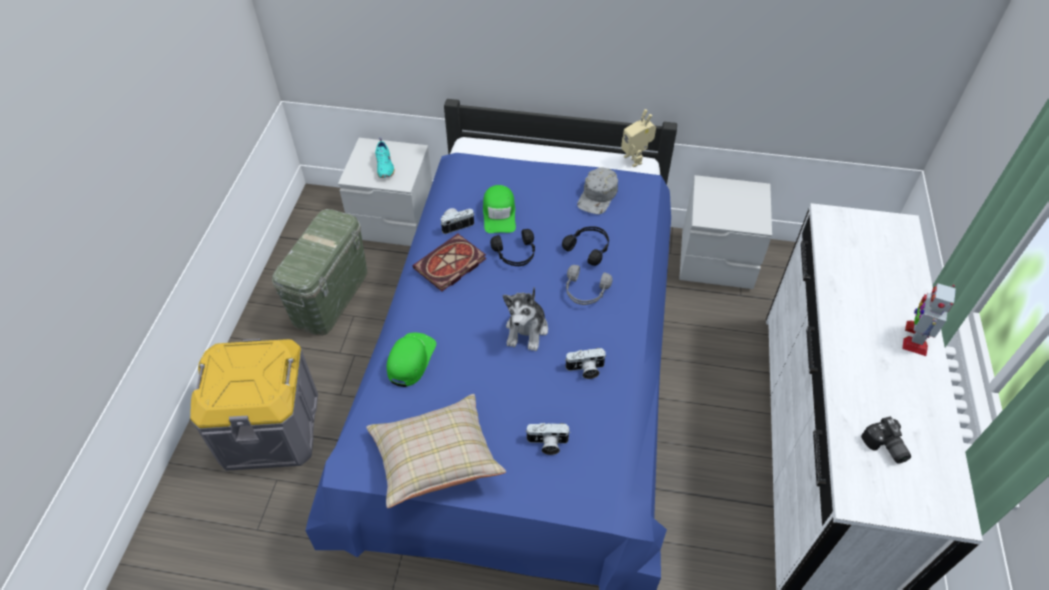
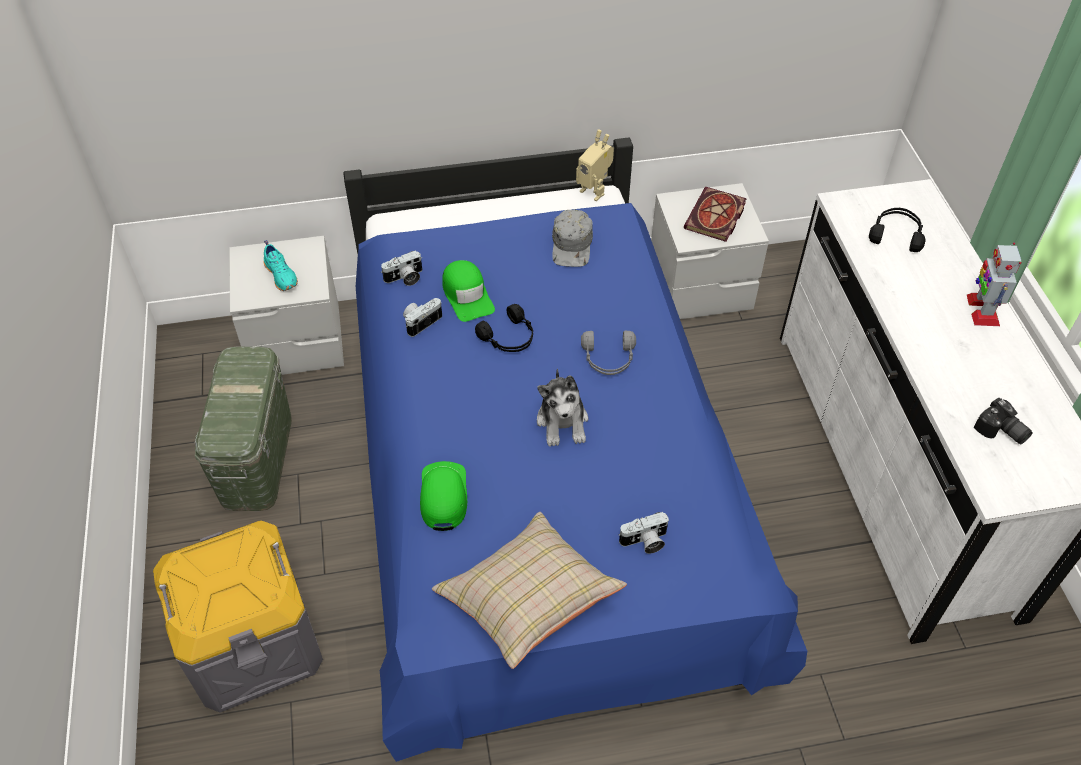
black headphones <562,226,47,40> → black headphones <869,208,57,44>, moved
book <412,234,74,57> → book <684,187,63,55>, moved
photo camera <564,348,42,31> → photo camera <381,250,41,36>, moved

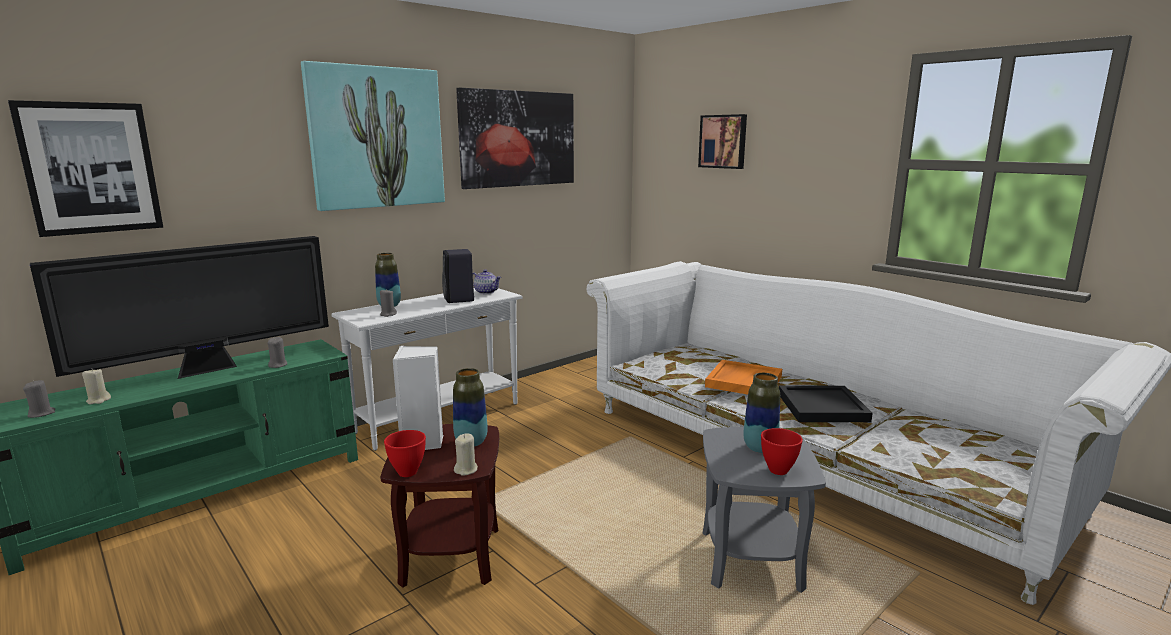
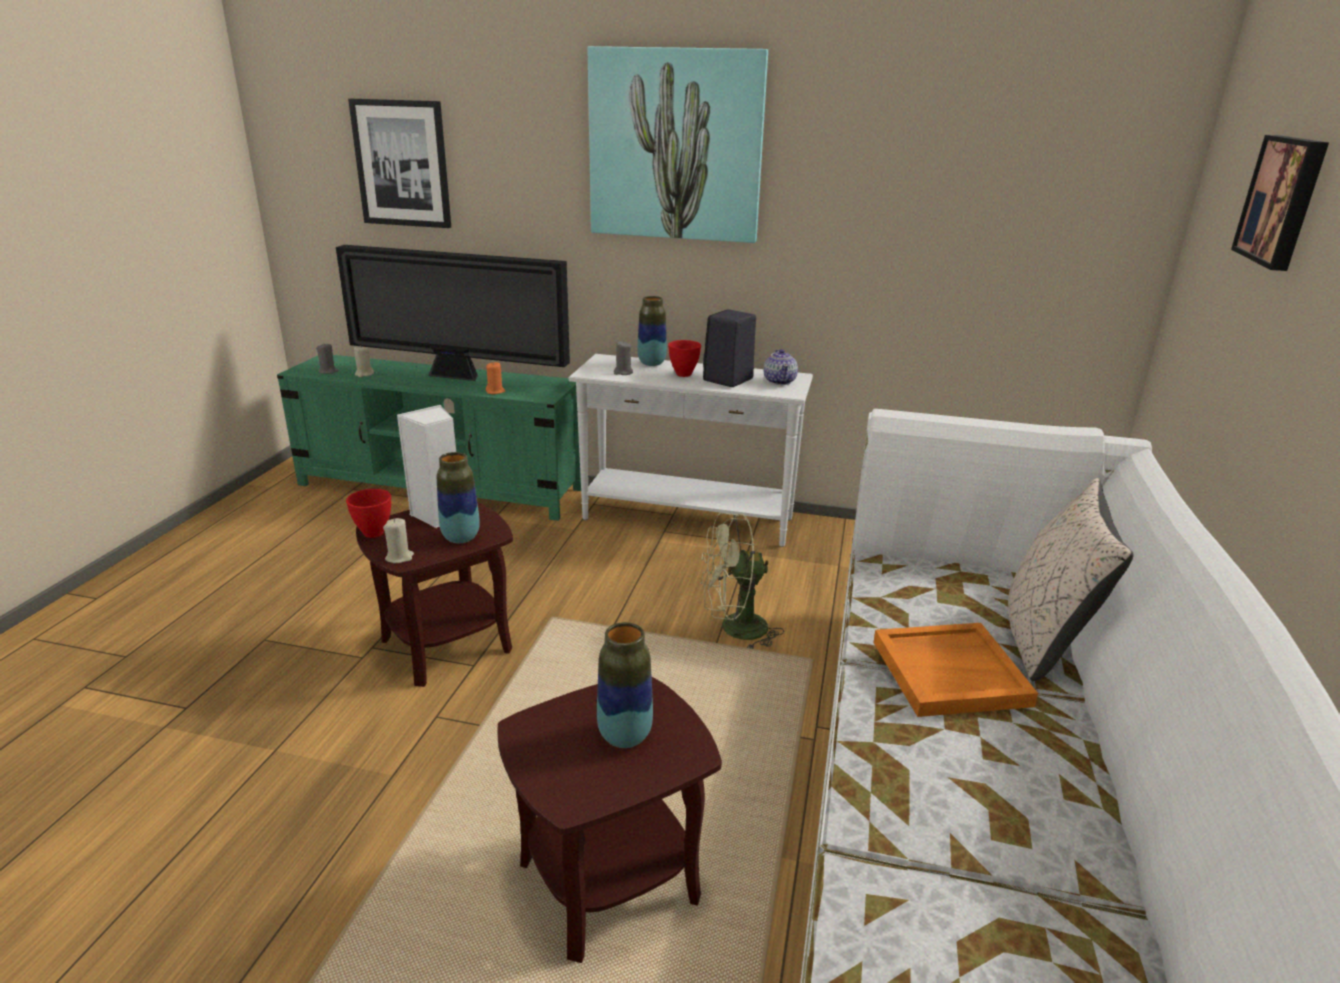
picture <456,88,118,101> → -
grey candle <267,337,20,31> → orange candle <486,362,19,32>
black tray <779,385,94,37> → -
grey side table <702,427,124,166> → brown side table <498,677,224,286>
red bowl <761,428,42,47> → red bowl <668,340,33,37>, moved
- → beige pillow <1008,478,126,203>
- → green fan <700,513,84,137>

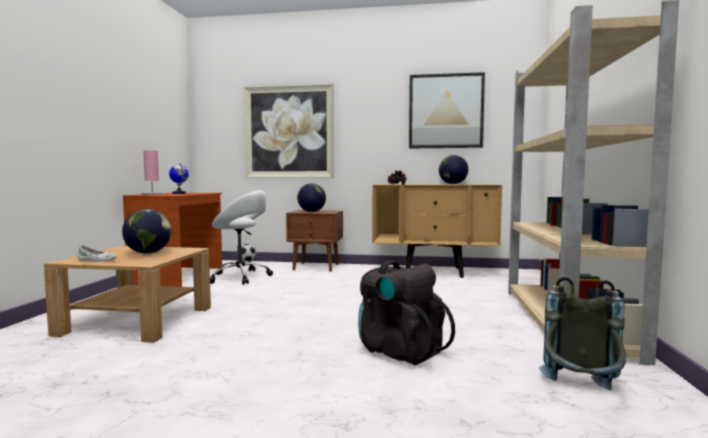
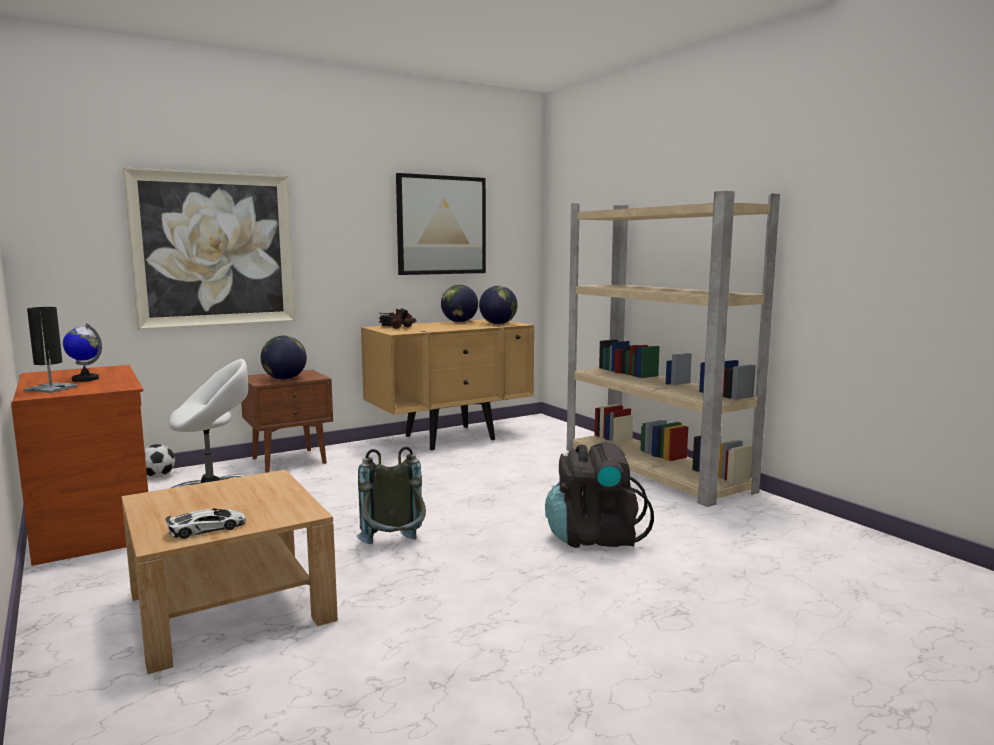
pink table lamp <141,150,23,45> → black table lamp <24,307,54,86>
globe <122,209,49,45> → globe <479,286,39,38>, moved
white shoe <78,245,38,17> → toy car <166,508,80,31>
grey backpack <539,277,88,113> → grey backpack <357,447,69,97>, moved

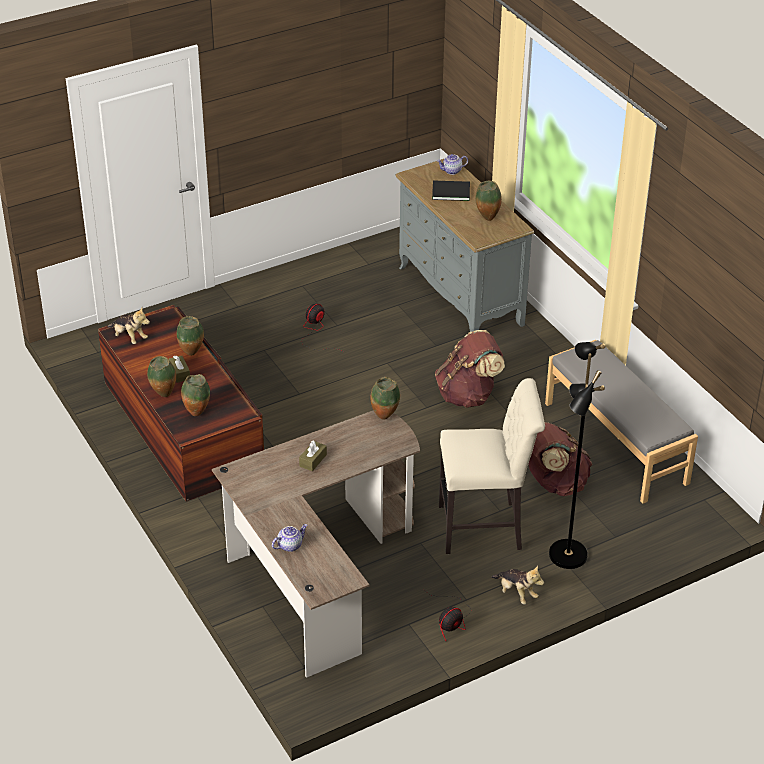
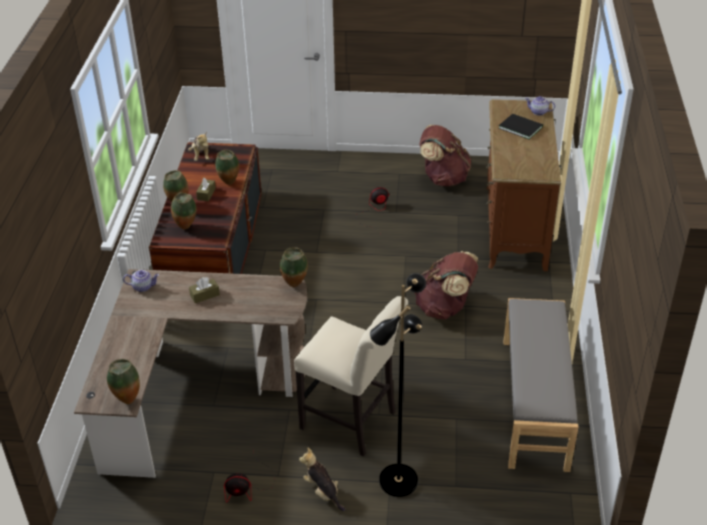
grey dresser <395,159,139,173> → brown dresser <486,99,75,172>
vase <475,181,27,40> → vase <107,359,33,45>, moved
brown backpack <528,422,65,74> → brown backpack <419,125,52,61>, moved
teapot <272,524,36,28> → teapot <123,270,36,22>, moved
plush toy <491,566,53,38> → plush toy <299,447,46,64>, 150 degrees clockwise

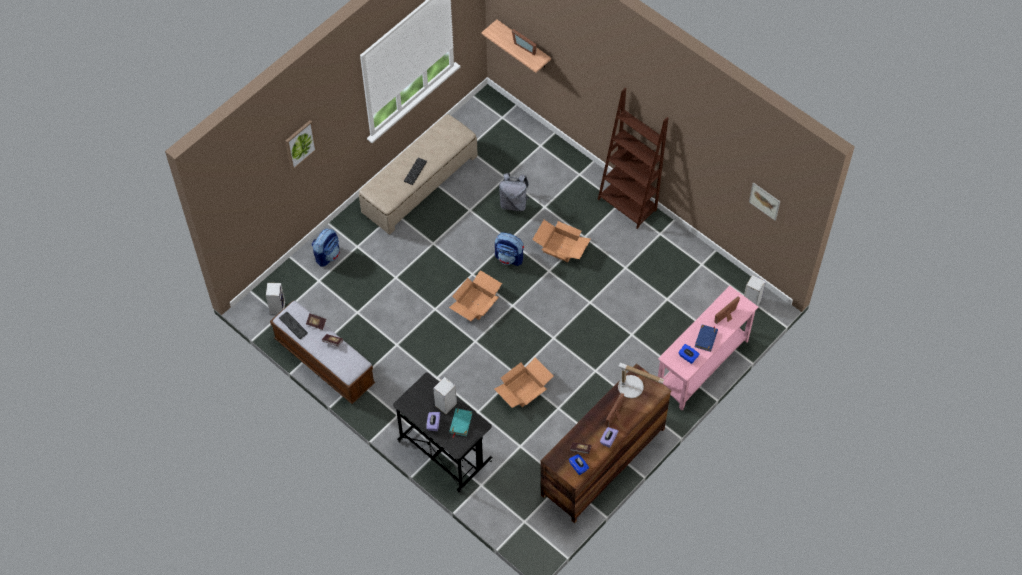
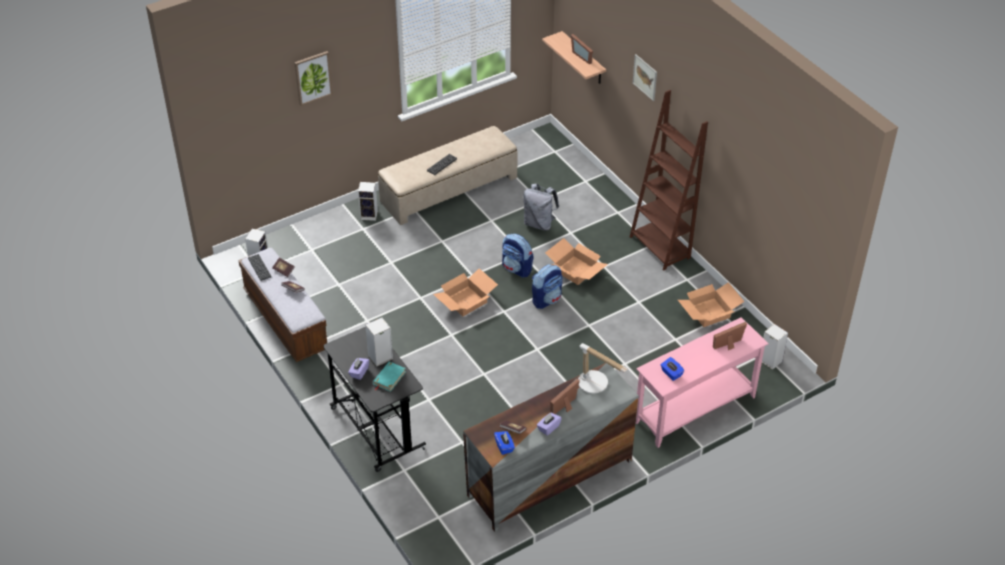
picture <749,183,31,38> → picture <633,54,24,47>, moved
backpack <312,229,28,38> → backpack <532,264,31,45>, moved
blue book <695,324,23,28> → -
cardboard box <494,357,59,51> → cardboard box <678,282,67,45>, moved
brown cabinet <540,363,131,160> → grey cabinet <463,363,176,169>
- → speaker <358,182,20,39>

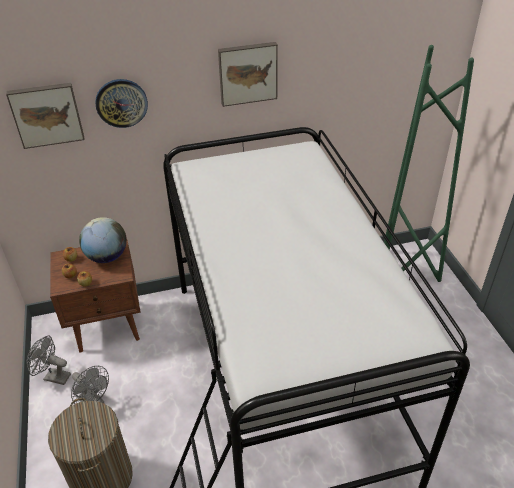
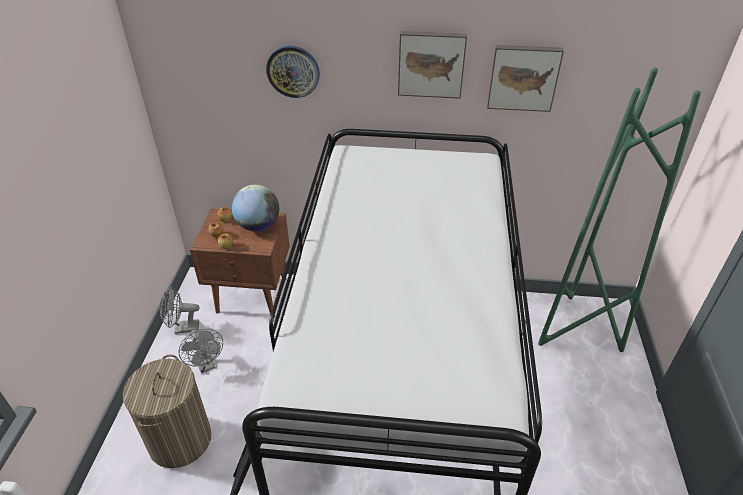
picture <6,83,79,66> → picture <487,45,77,67>, moved
grey fan <26,336,45,49> → grey fan <160,287,40,47>, 45 degrees counterclockwise

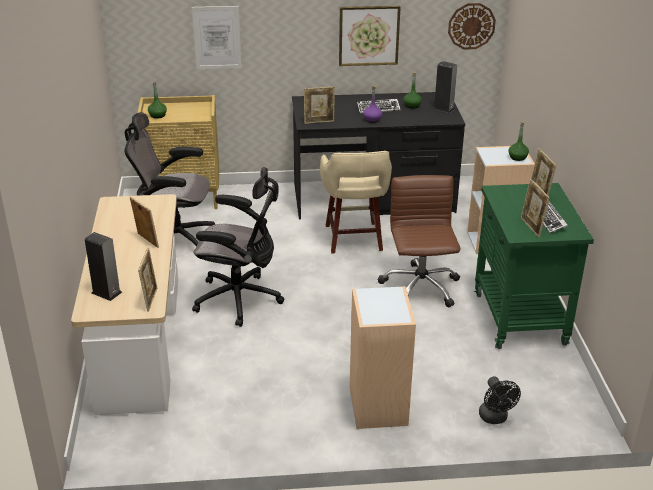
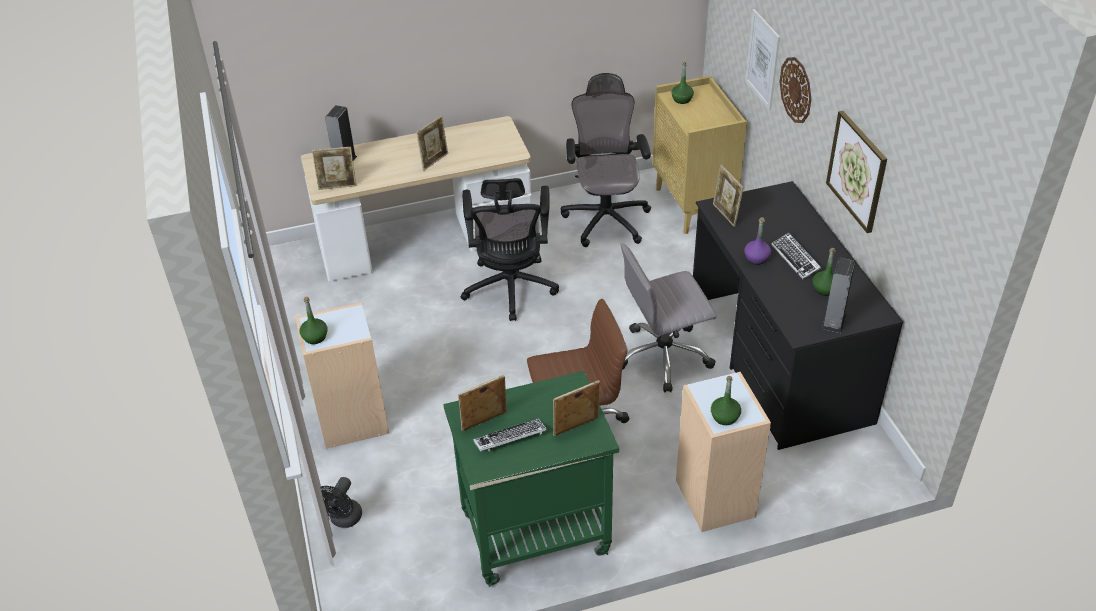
wall clock <448,3,48,47> → wall clock <779,57,32,66>, moved
beige stool <320,151,72,102> → grey office chair <620,243,97,149>
black fan <479,376,42,48> → black fan <320,477,42,51>, 45 degrees counterclockwise
- → green bottle <299,297,29,47>

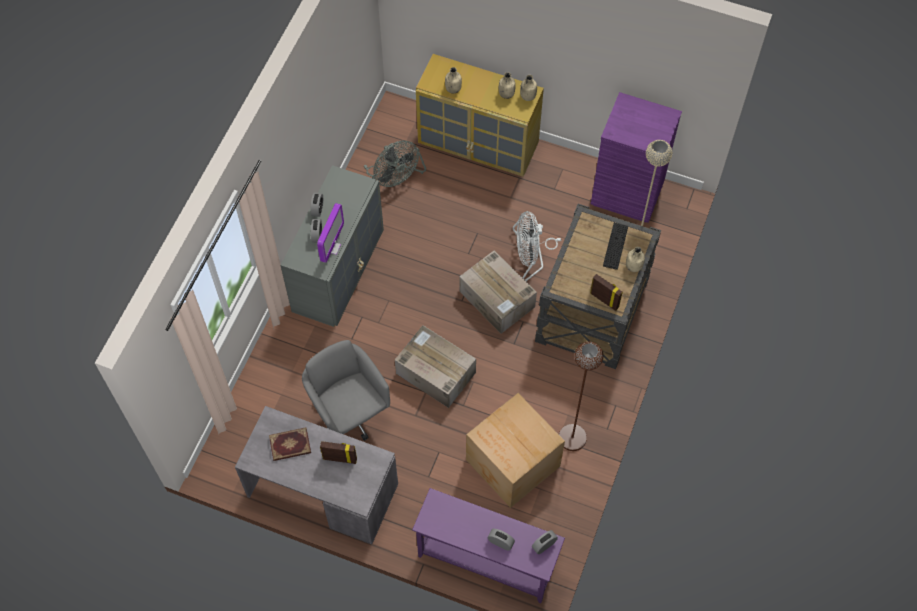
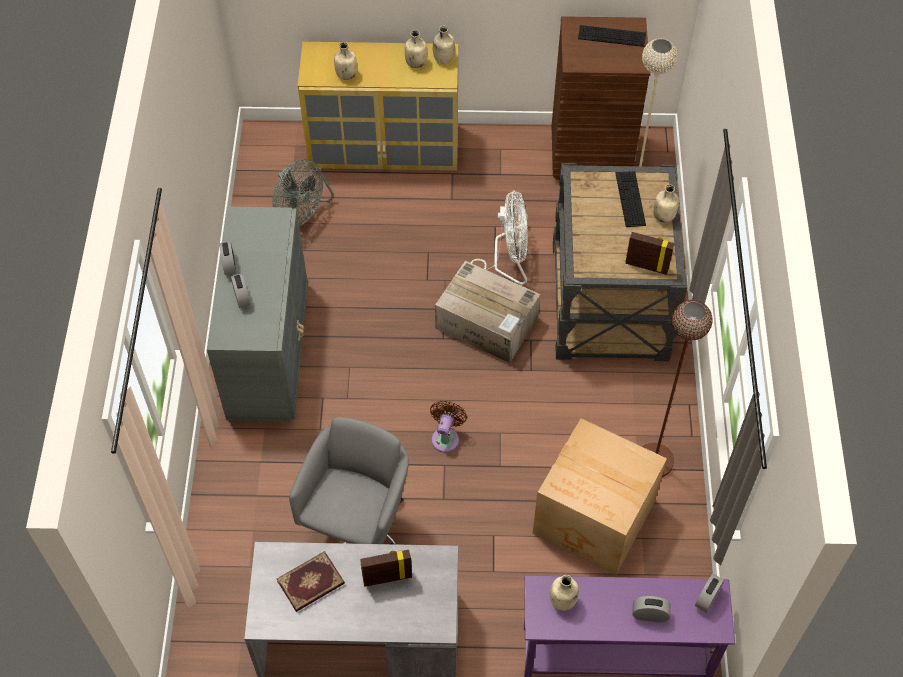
purple dresser <591,92,91,131> → brown dresser <552,16,98,164>
monitor <317,203,27,60> → -
white fan <513,211,49,71> → white fan <471,190,57,96>, 150 degrees counterclockwise
cardboard box <395,325,81,83> → brown fan <430,401,37,52>
grey office chair <302,340,88,101> → grey office chair <289,417,120,128>, 75 degrees clockwise
- → keyboard <578,25,68,22>
- → beige bottle <550,575,29,36>

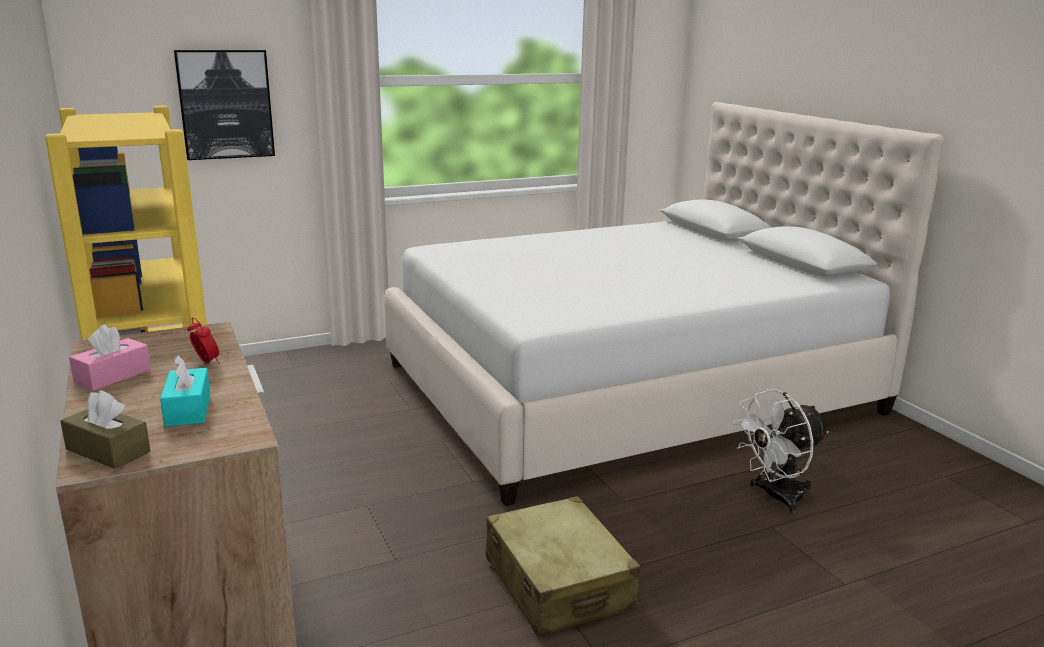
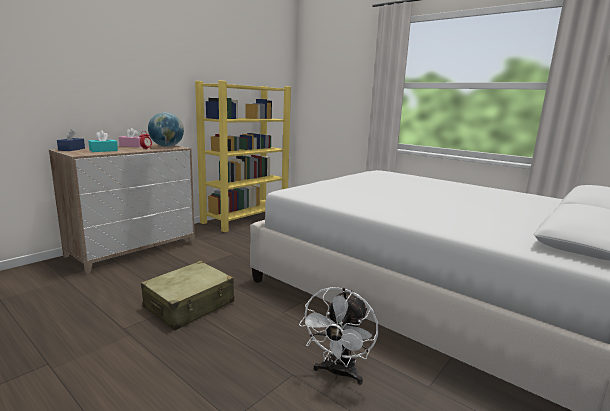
picture <174,50,101,110> → -
white fan <733,389,96,125> → white fan <299,287,79,98>, 105 degrees counterclockwise
brown tissue box <61,390,89,79> → blue tissue box <57,129,28,22>
- → globe <148,112,36,35>

